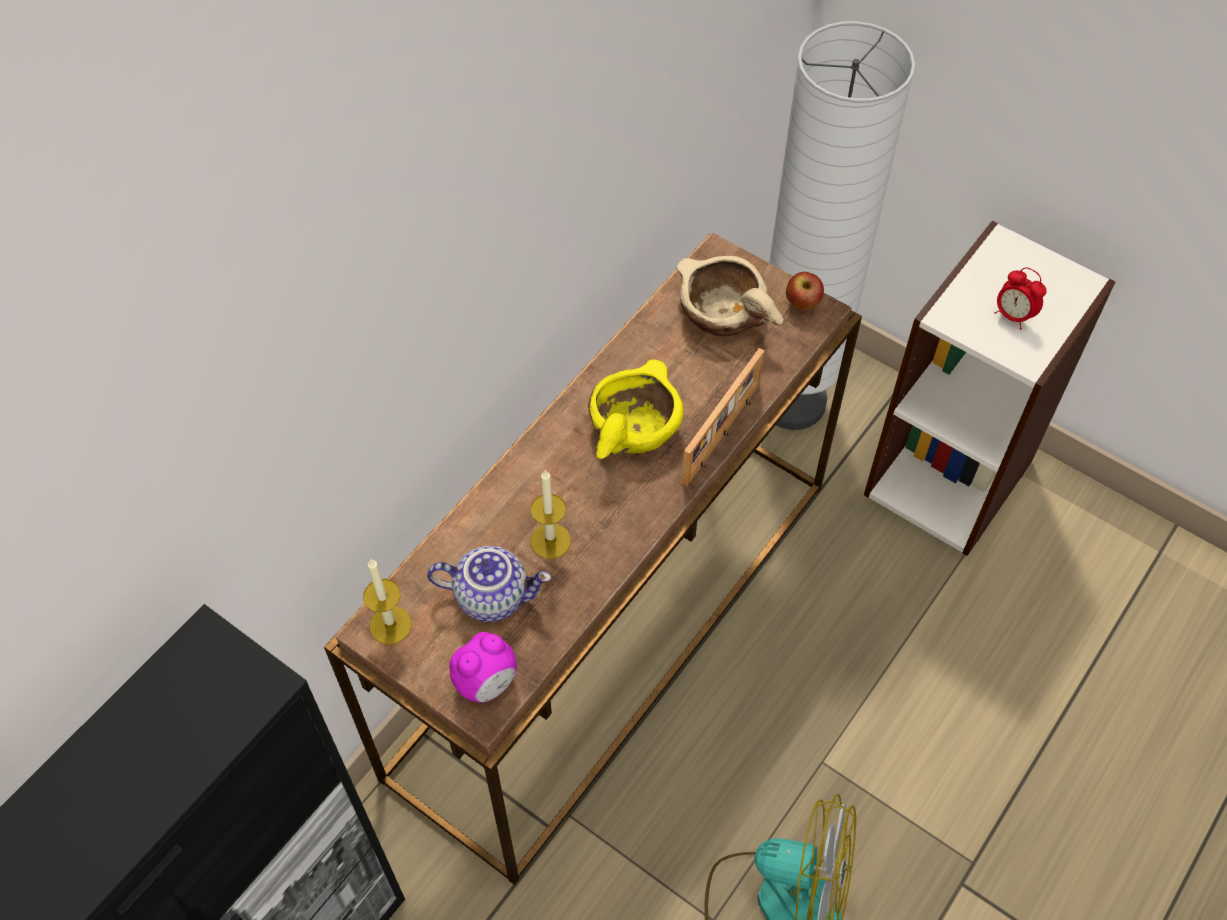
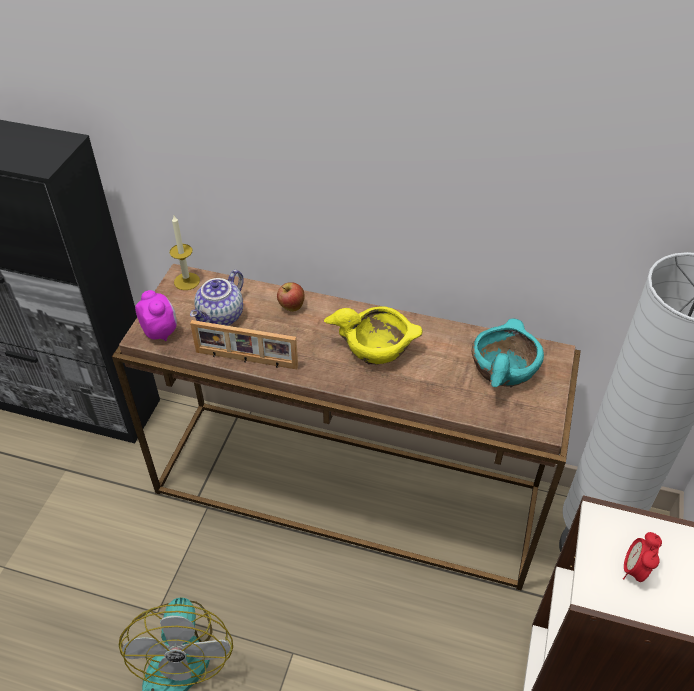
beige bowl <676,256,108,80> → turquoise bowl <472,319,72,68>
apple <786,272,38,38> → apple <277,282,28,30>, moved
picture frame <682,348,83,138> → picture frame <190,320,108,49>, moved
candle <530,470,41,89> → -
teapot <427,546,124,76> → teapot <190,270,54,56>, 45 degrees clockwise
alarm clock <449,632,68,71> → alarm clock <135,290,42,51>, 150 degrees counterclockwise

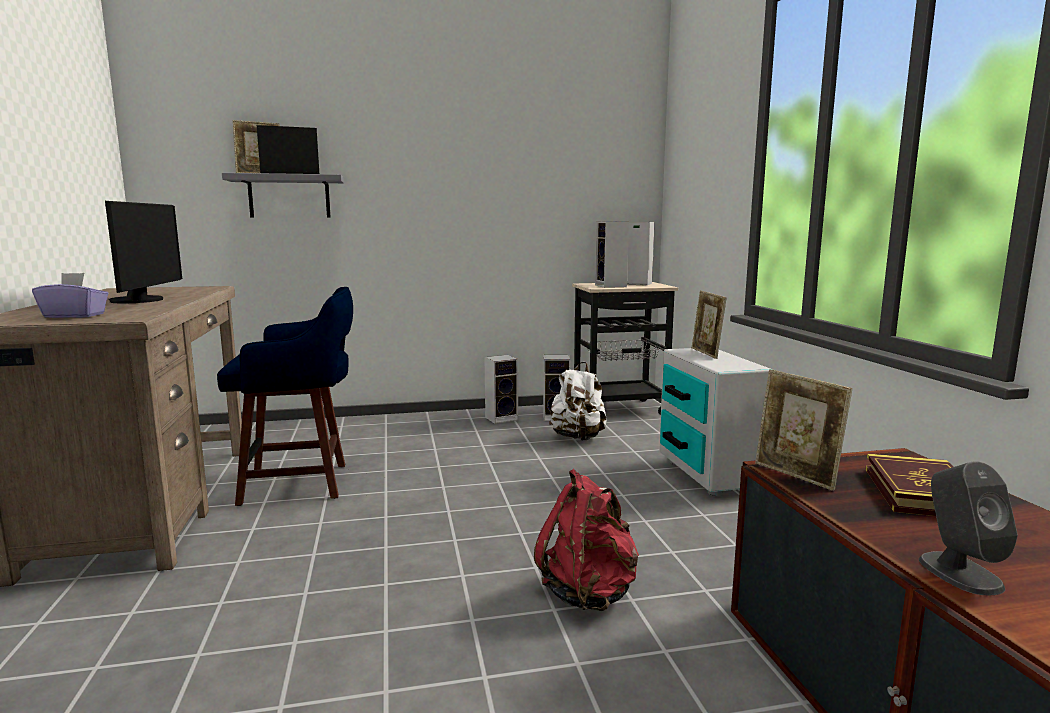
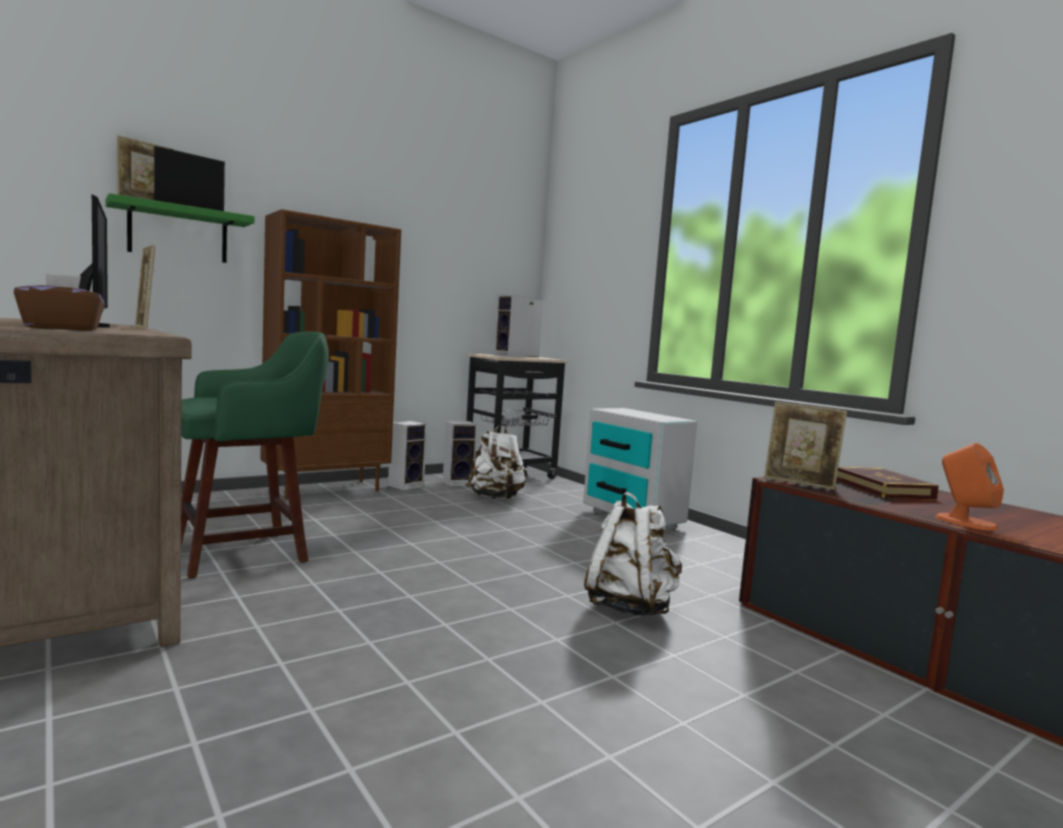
grey shelf <222,173,122,45> → green shelf <105,193,150,70>
purple tissue box <32,273,76,45> → brown tissue box <14,274,91,56>
blue stool <217,287,136,219> → green stool <181,332,148,246>
picture frame <692,291,35,68> → picture frame <134,245,21,84>, moved
grey speaker <919,461,99,135> → orange speaker <935,443,69,88>
red backpack <534,469,105,142> → white backpack <584,492,98,124>
- → brown bookcase <260,209,141,291>

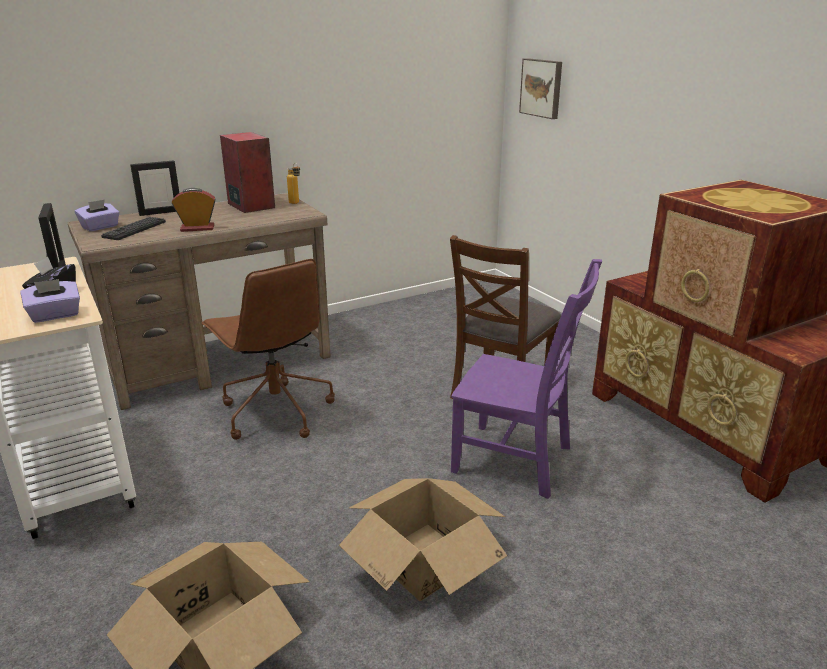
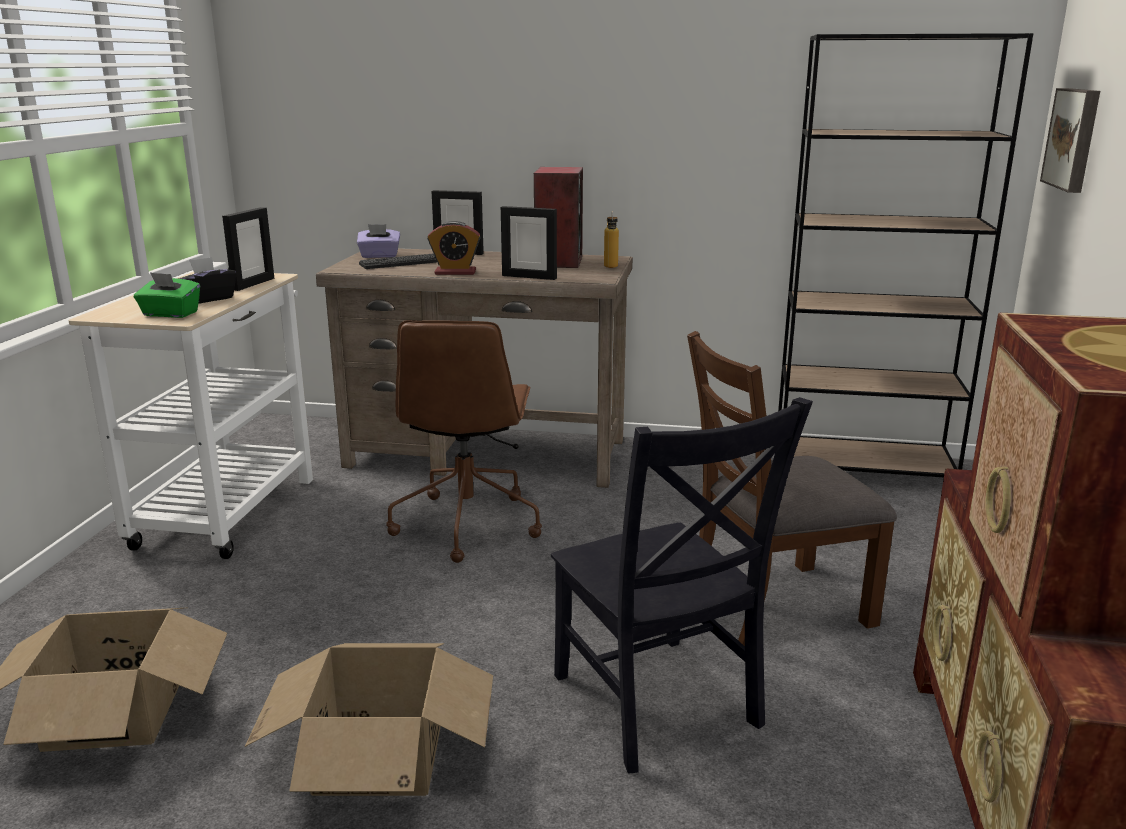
alarm clock <172,188,44,44> → alarm clock <427,221,54,54>, 150 degrees clockwise
purple chair <451,259,151,240> → black chair <551,397,262,377>
purple tissue box <20,279,60,44> → green tissue box <134,272,66,46>
- → beige bookcase <778,33,255,444>
- → picture frame <501,206,56,74>

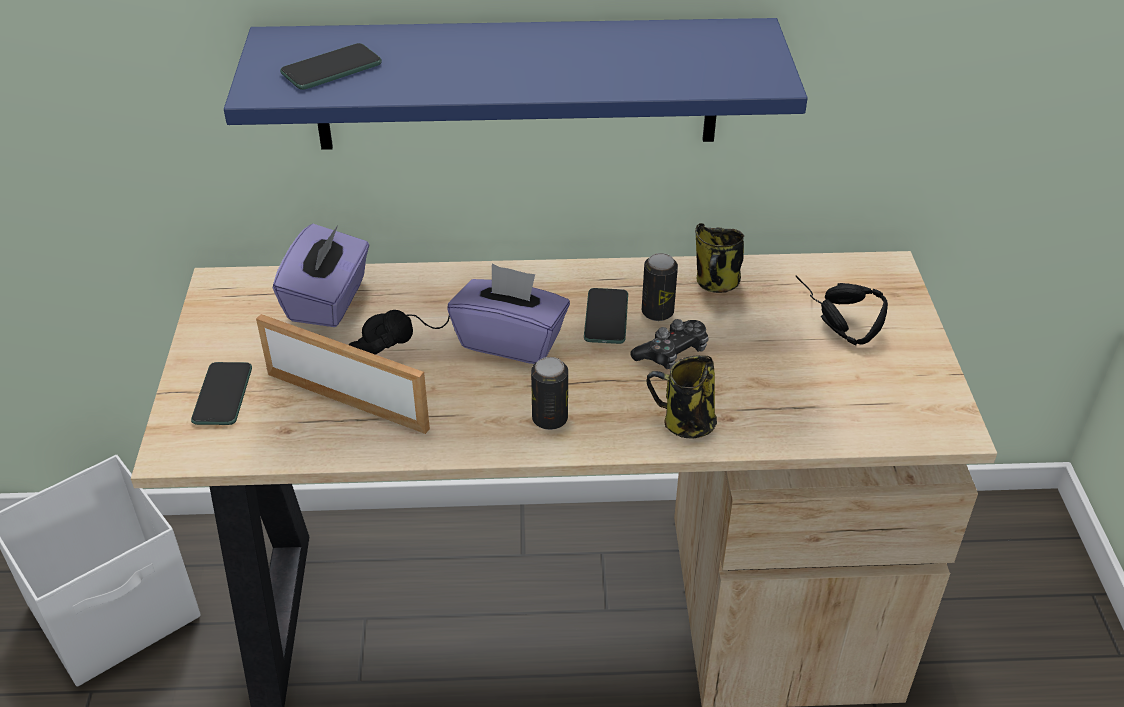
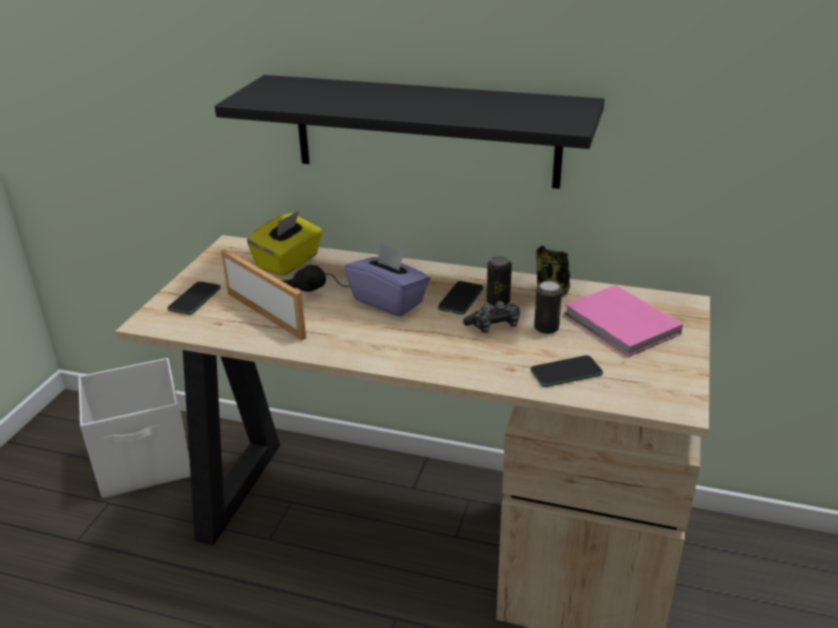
blue shelf <224,18,584,132> → black shelf <215,75,389,114>
phone <280,43,102,47> → phone <530,355,73,32>, moved
purple tissue box <273,224,96,103> → yellow tissue box <247,211,76,65>
black headphones <796,275,92,71> → pink book <564,285,119,72>
mug <646,355,71,83> → -
can <531,357,37,73> → can <534,281,28,53>, moved

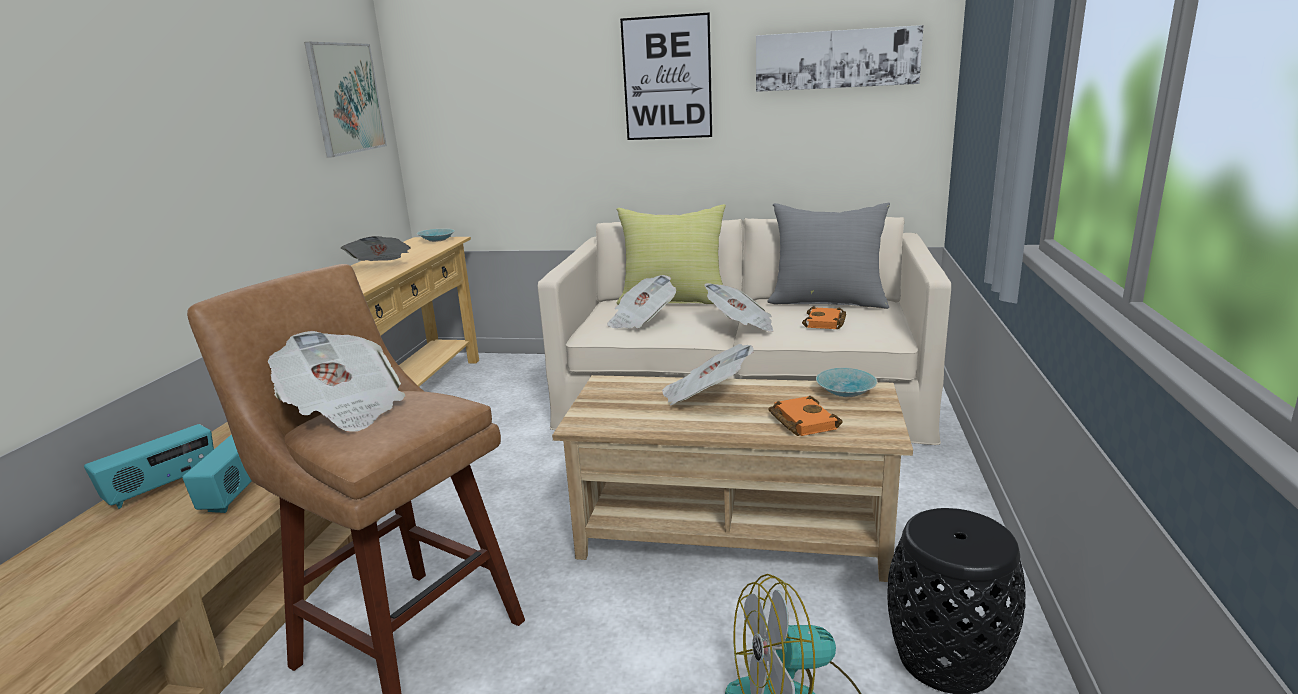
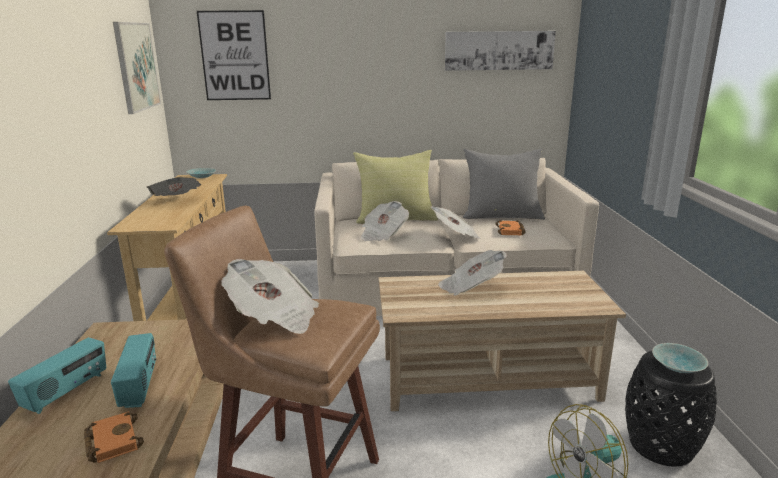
picture <620,13,92,127> → picture <197,10,74,90>, moved
turquoise bowl <816,368,62,29> → turquoise bowl <652,343,56,30>, moved
orange book <768,396,75,40> → orange book <84,411,60,52>, moved

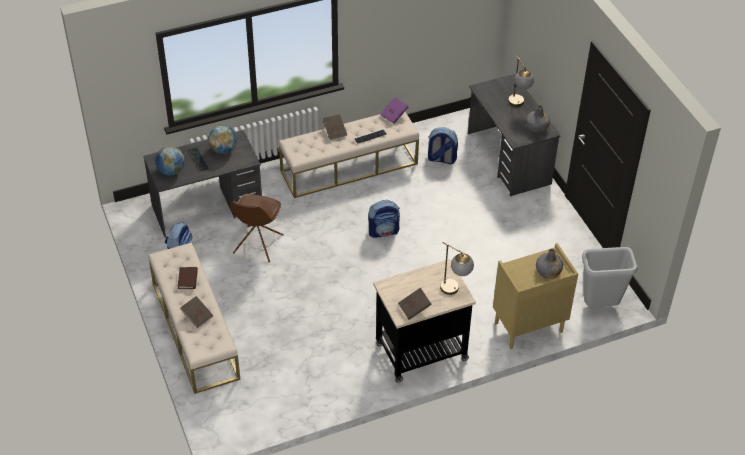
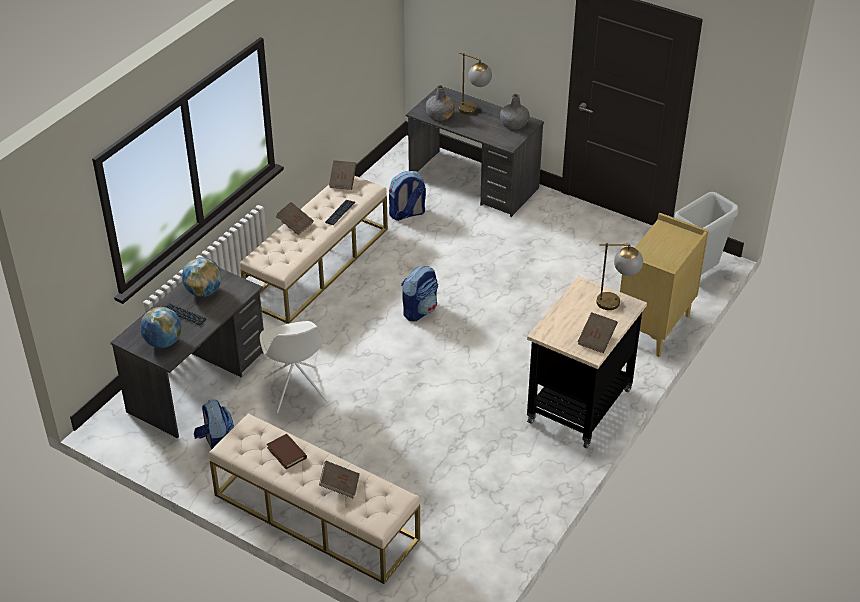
purple book <381,97,27,27> → brown book <329,160,28,30>
brown chair <231,194,53,68> → white chair <260,321,68,93>
grey bottle <536,249,27,30> → grey bottle <426,85,29,36>, moved

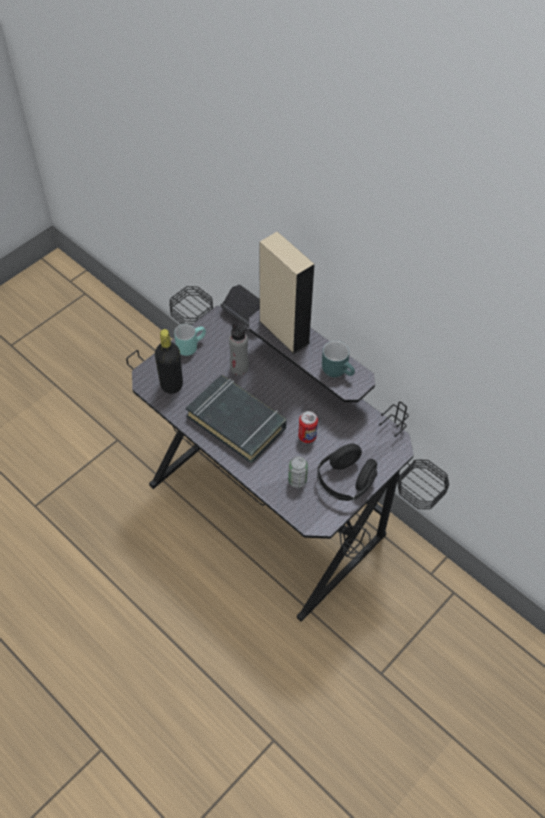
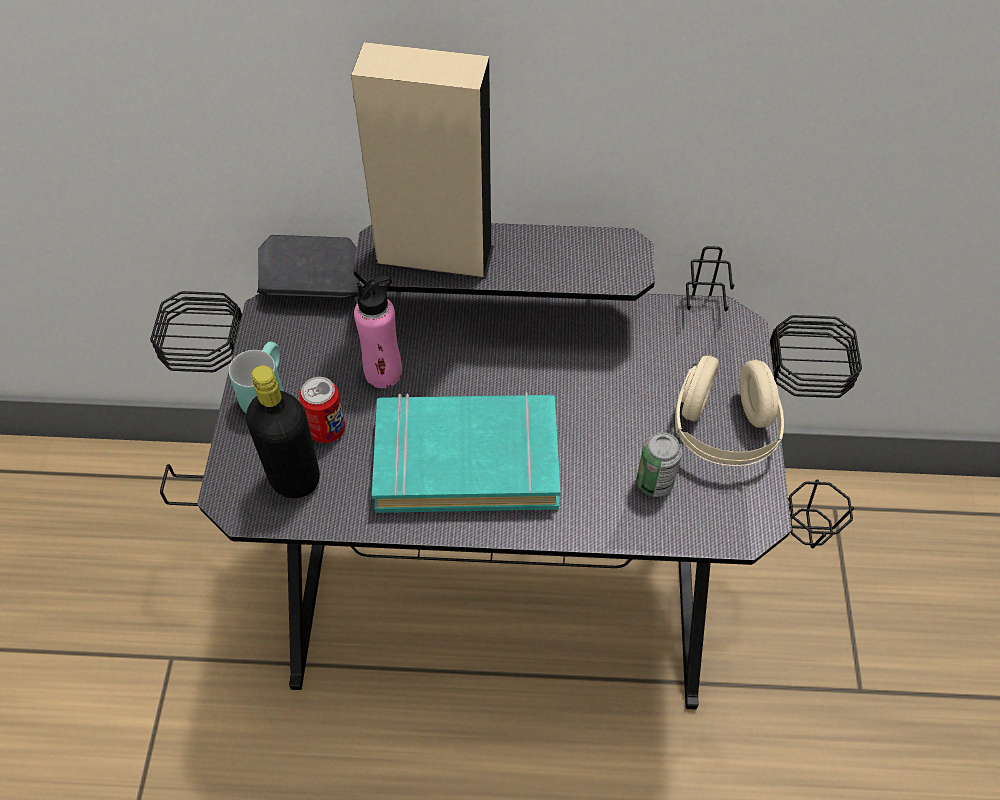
grey bottle <229,323,20,53> → pink bottle <354,276,48,112>
turquoise mug <322,341,33,36> → -
black book <186,375,101,89> → turquoise book <372,392,188,121>
can <298,411,20,32> → can <299,377,47,66>, moved
black headphones <317,444,60,57> → beige headphones <675,355,109,111>

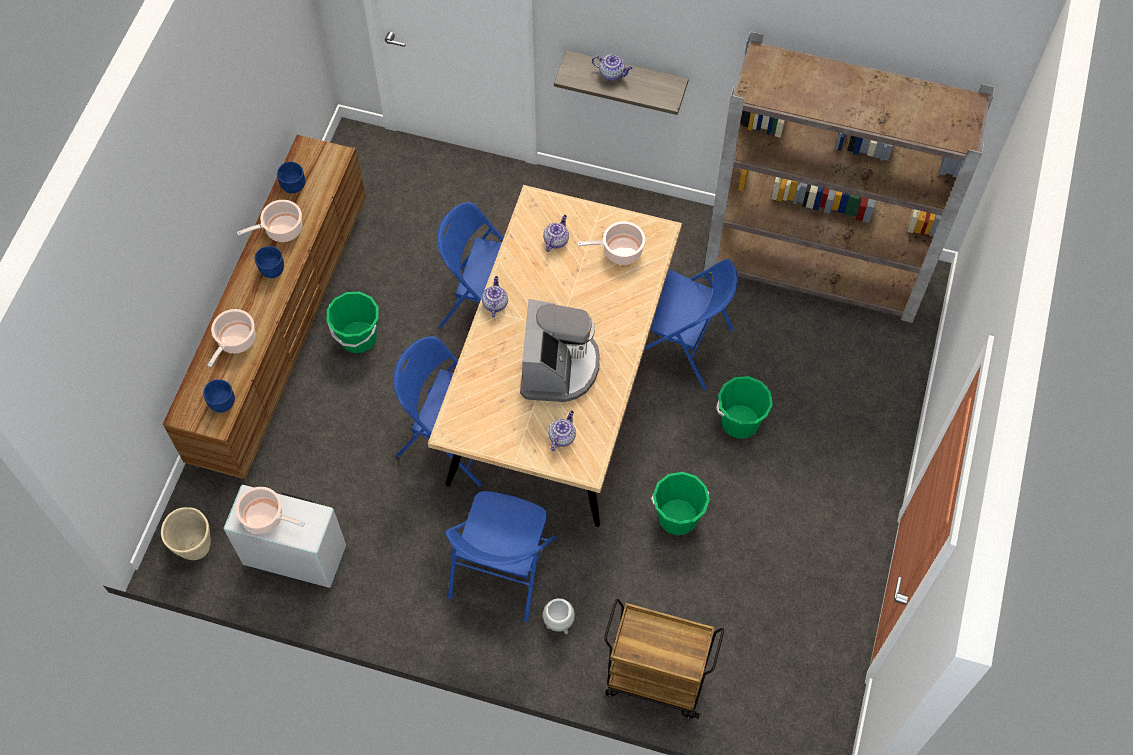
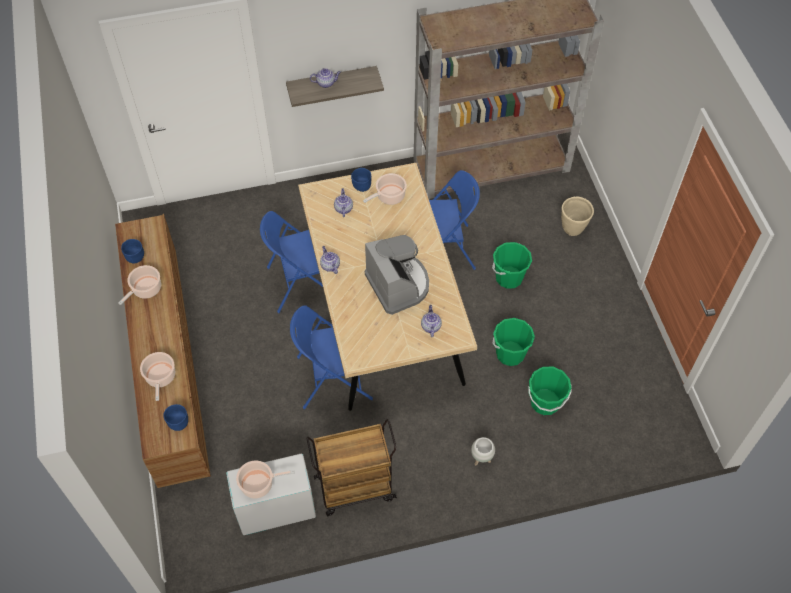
blue bowl <254,246,30,32> → blue bowl <351,168,20,24>, moved
green bucket <327,292,52,61> → green bucket <528,366,44,49>, moved
blue chair <446,491,111,131> → -
beige planter <161,507,50,53> → beige planter <561,196,33,40>, moved
brown cart <605,599,119,120> → brown cart <307,419,90,97>, moved

